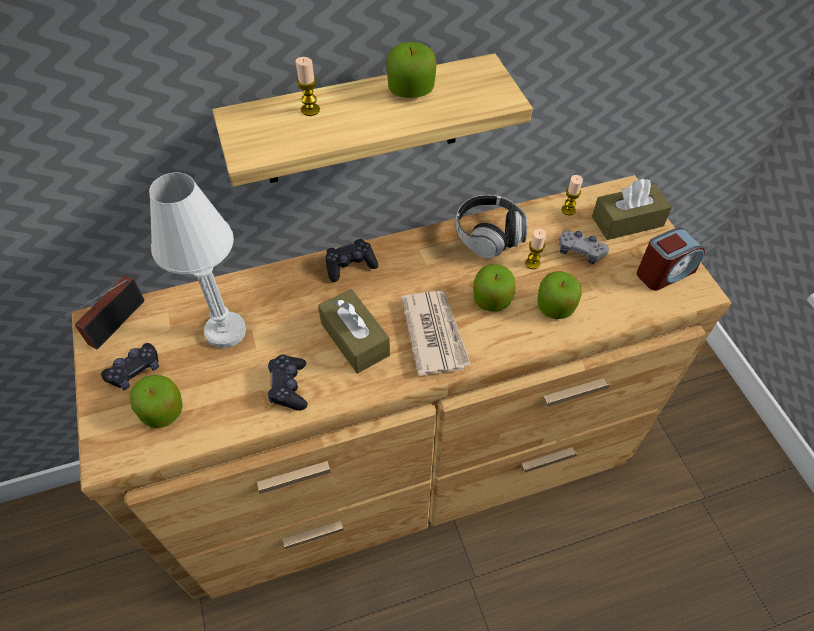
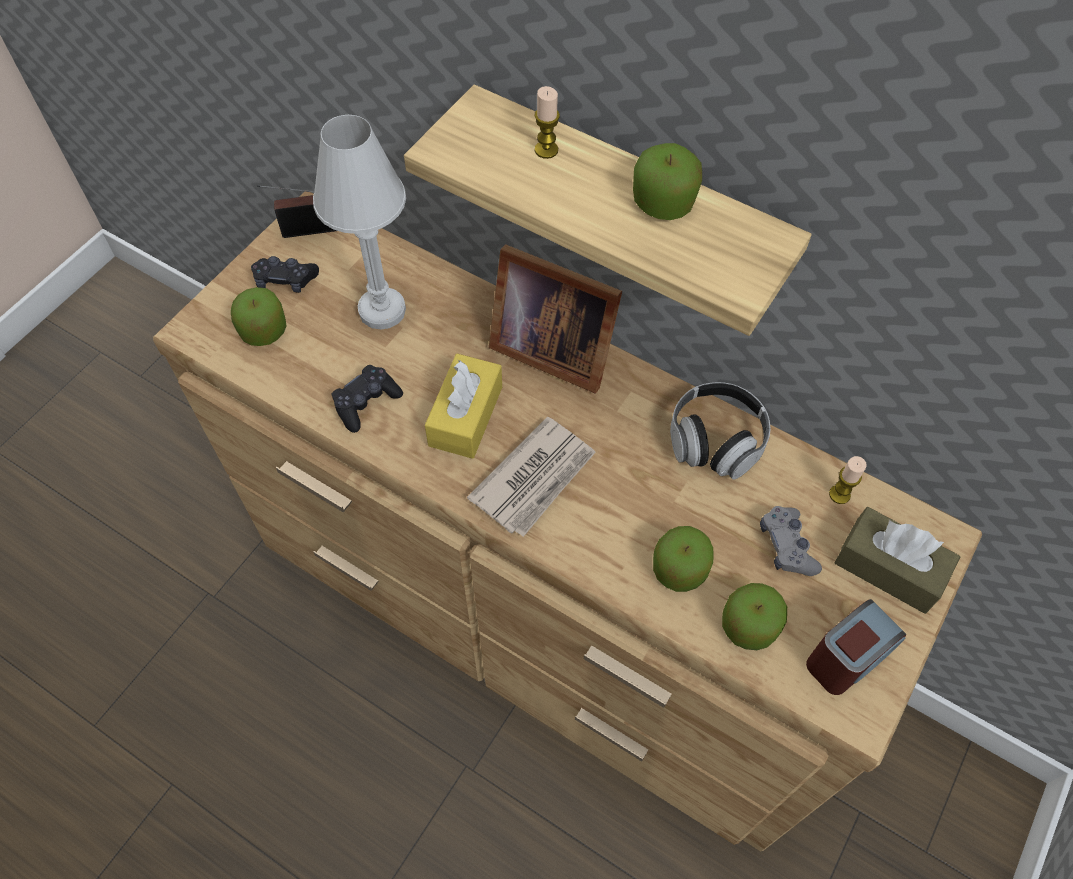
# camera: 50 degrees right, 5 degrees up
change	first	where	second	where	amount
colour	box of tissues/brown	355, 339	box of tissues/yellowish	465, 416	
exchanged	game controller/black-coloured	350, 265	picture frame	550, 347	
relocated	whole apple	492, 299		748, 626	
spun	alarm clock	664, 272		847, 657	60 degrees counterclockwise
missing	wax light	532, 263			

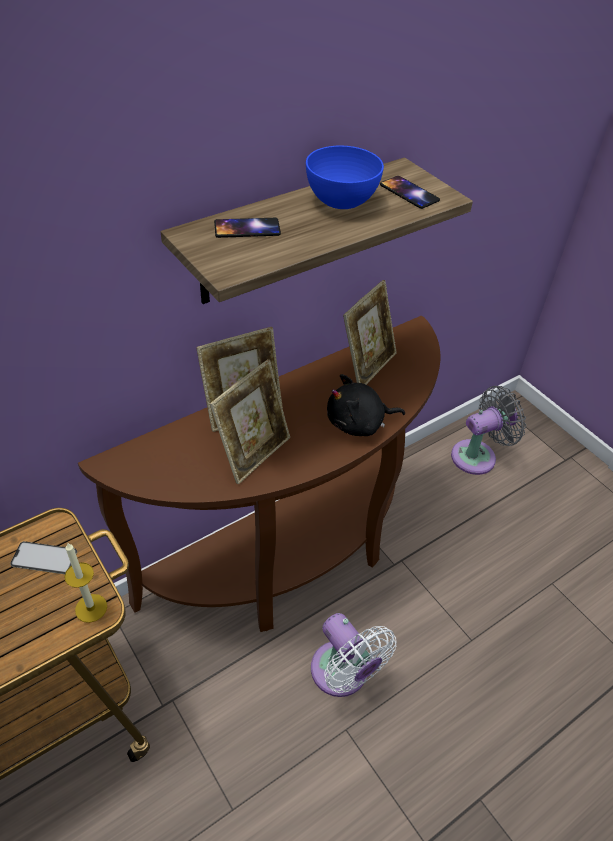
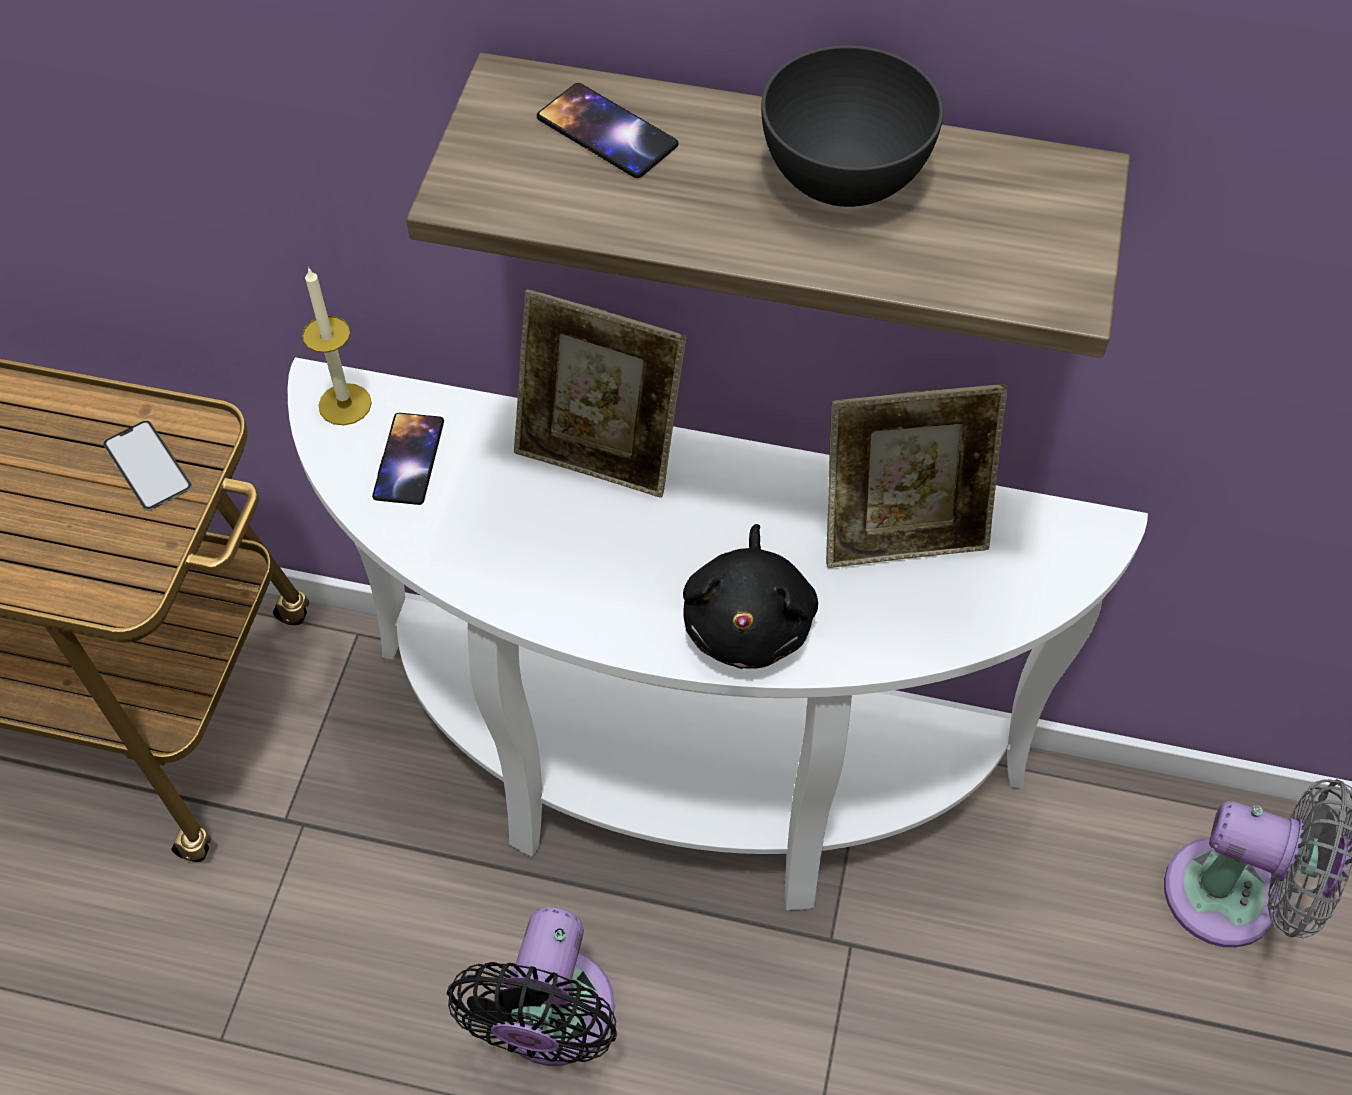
# camera: 50 degrees right, 10 degrees up
change	first	where	second	where	amount
colour	hall table/brown	292, 559	hall table/white	679, 781	
relocated	wax light	91, 608		345, 404	
relocated	telephone	409, 193		408, 459	
colour	fan/white	343, 674	fan/black-coloured	551, 1021	
spun	soft toy/black-coloured	358, 423		749, 621	120 degrees counterclockwise
colour	bowl/bluish	340, 201	bowl/greyish	843, 176	
missing	picture frame	253, 452			

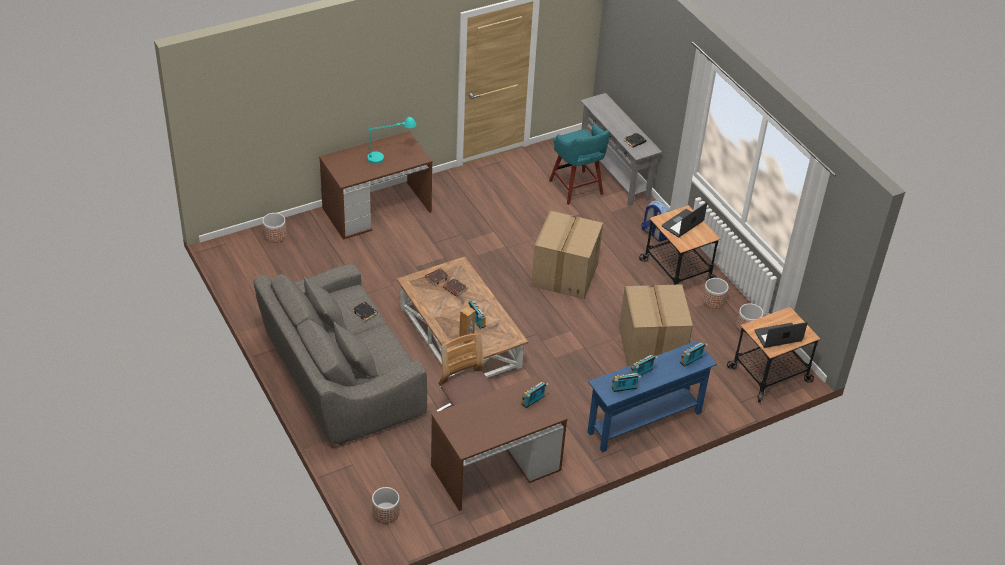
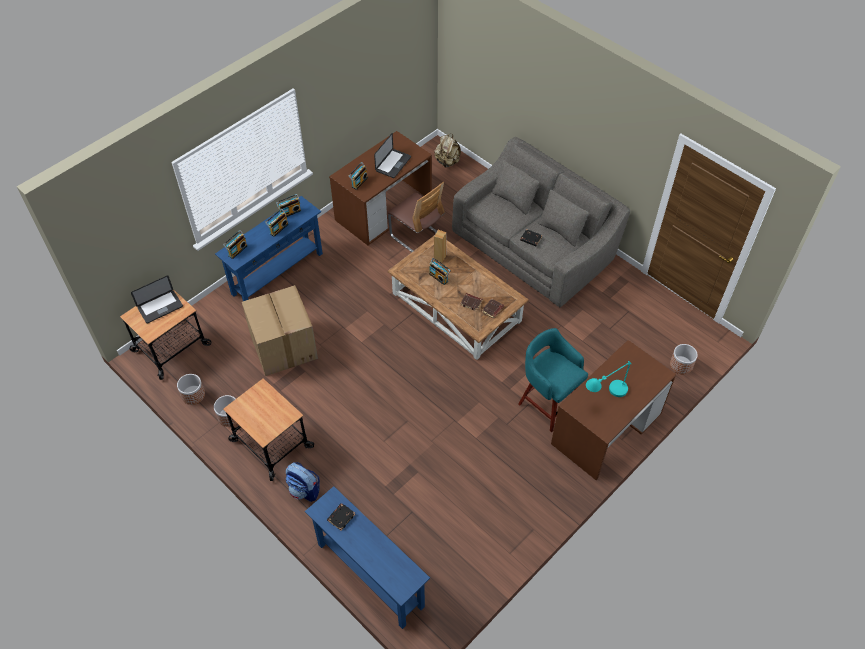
# camera: 165 degrees right, 10 degrees up
change	first	where	second	where	amount
colour	hall table/greyish	614, 174	hall table/bluish	370, 575	
relocated	portable computer	682, 224		393, 164	
exchanged	plant pot	385, 513	backpack/beige	447, 162	
relocated	stool/blue-green	576, 188		548, 403	
missing	cardboard box	564, 274			

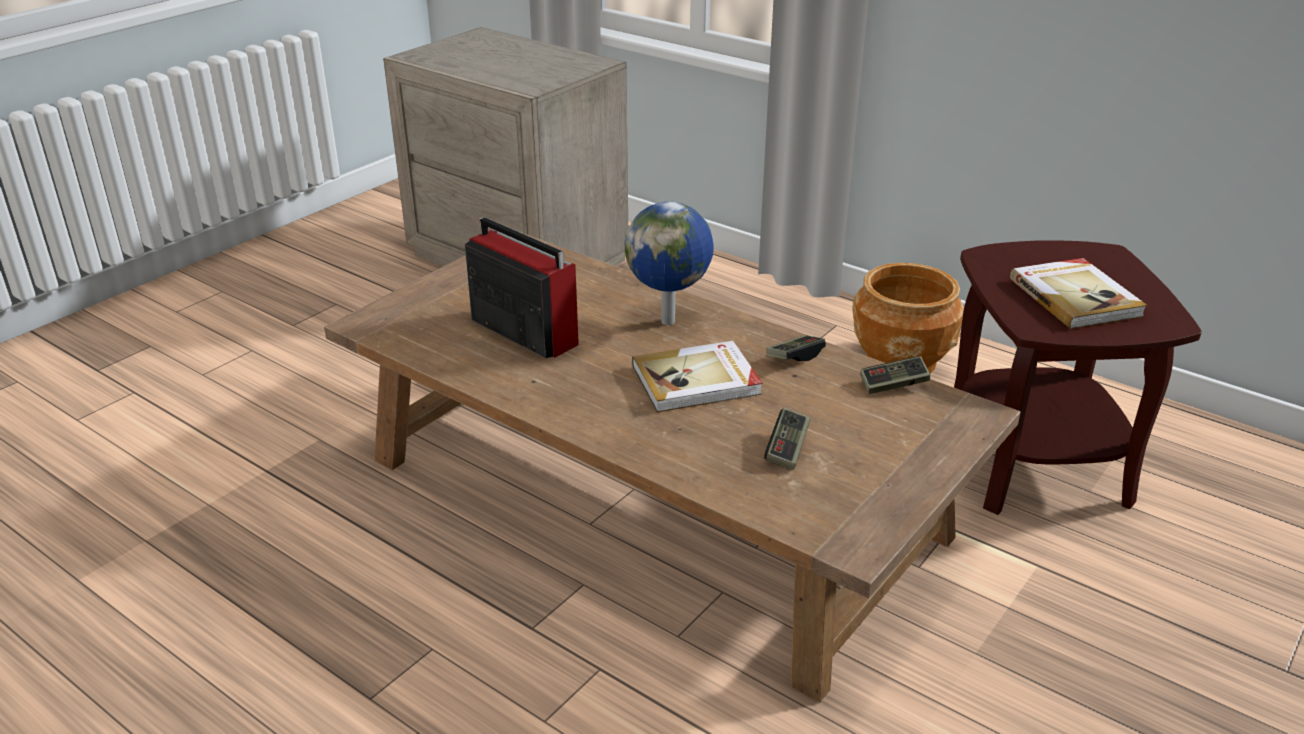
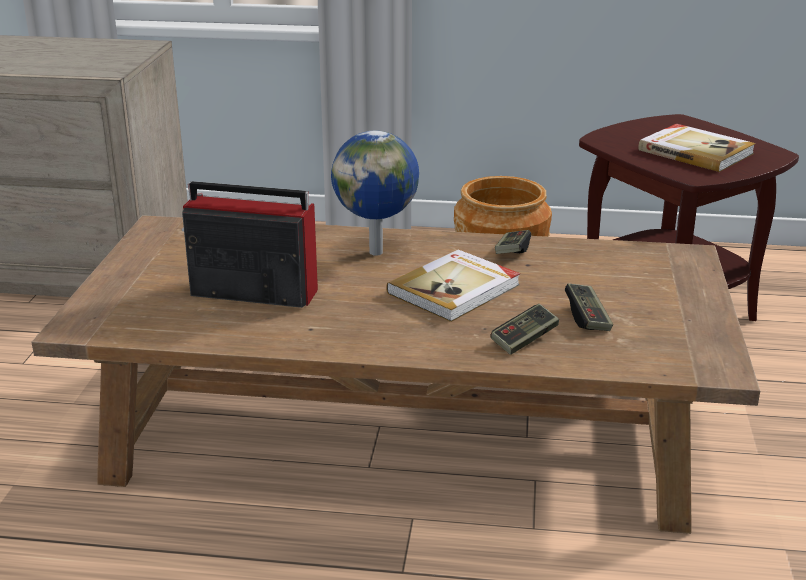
# camera: 30 degrees left, 5 degrees down
change	first	where	second	where	amount
relocated	game controller	893, 385		524, 339	

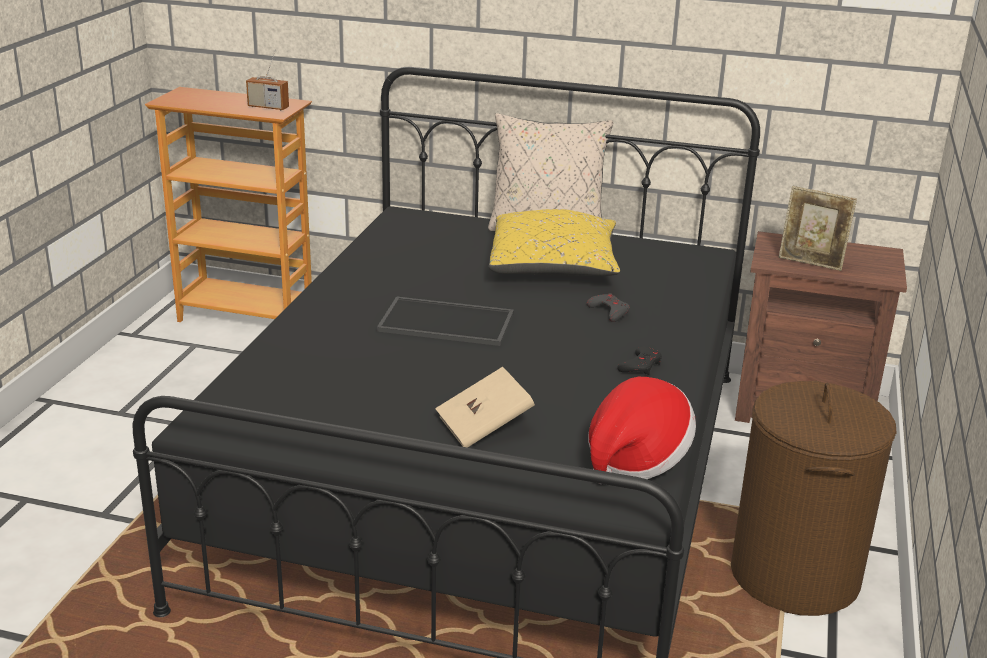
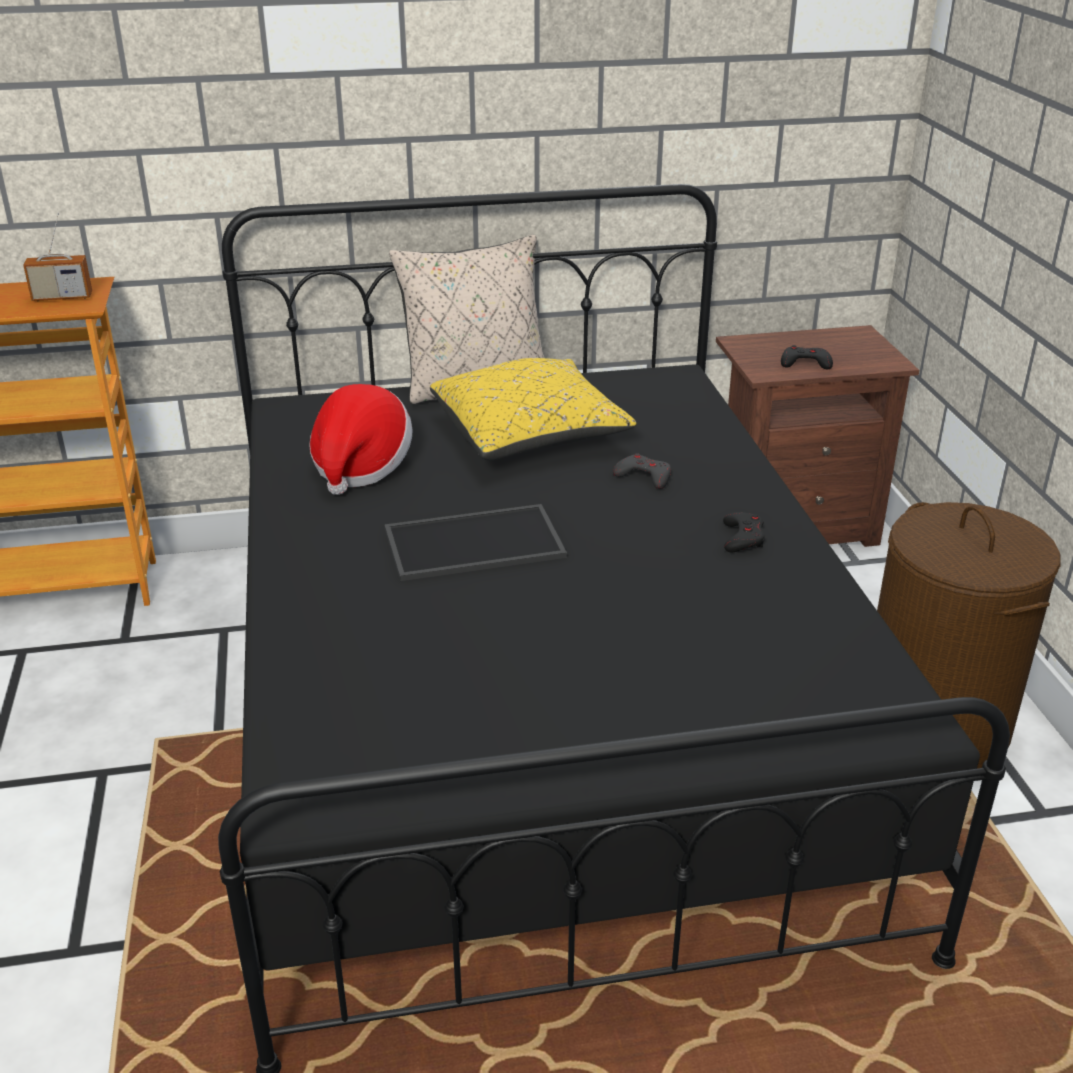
# camera: 25 degrees left, 5 degrees up
change	first	where	second	where	amount
relocated	hat	635, 459		361, 467	
exchanged	picture frame	811, 263	game controller/black-coloured	805, 363	
missing	volume/beige	484, 426			

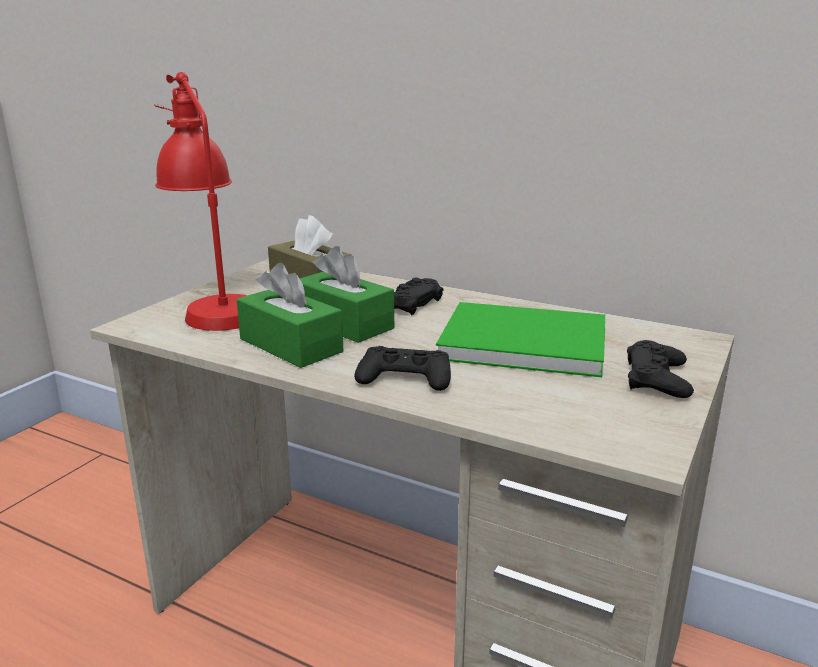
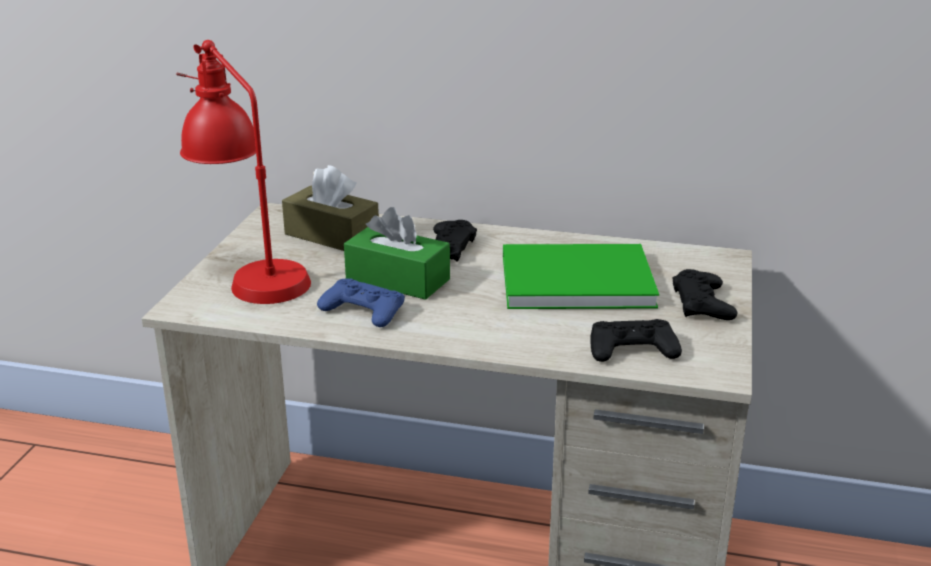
# camera: 15 degrees left, 5 degrees up
change	first	where	second	where	amount
exchanged	box of tissues/green-coloured	290, 345	game controller/bluish	363, 310	
relocated	game controller/black-coloured	405, 378		632, 349	

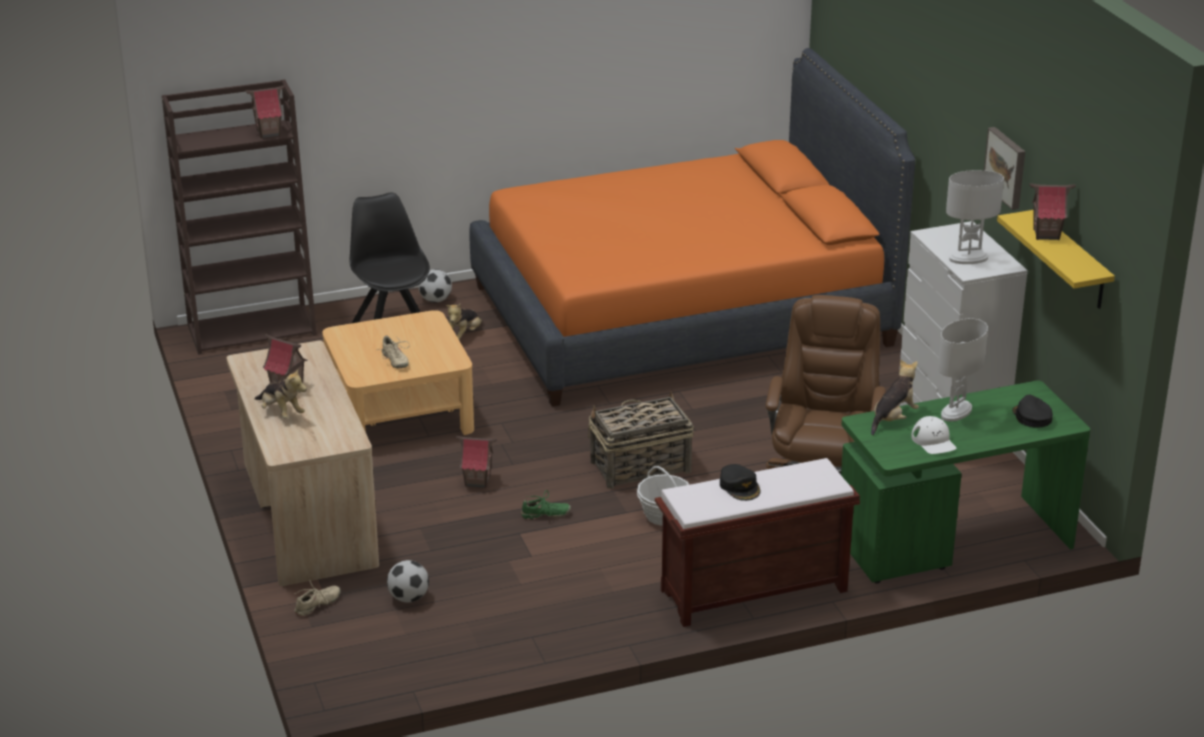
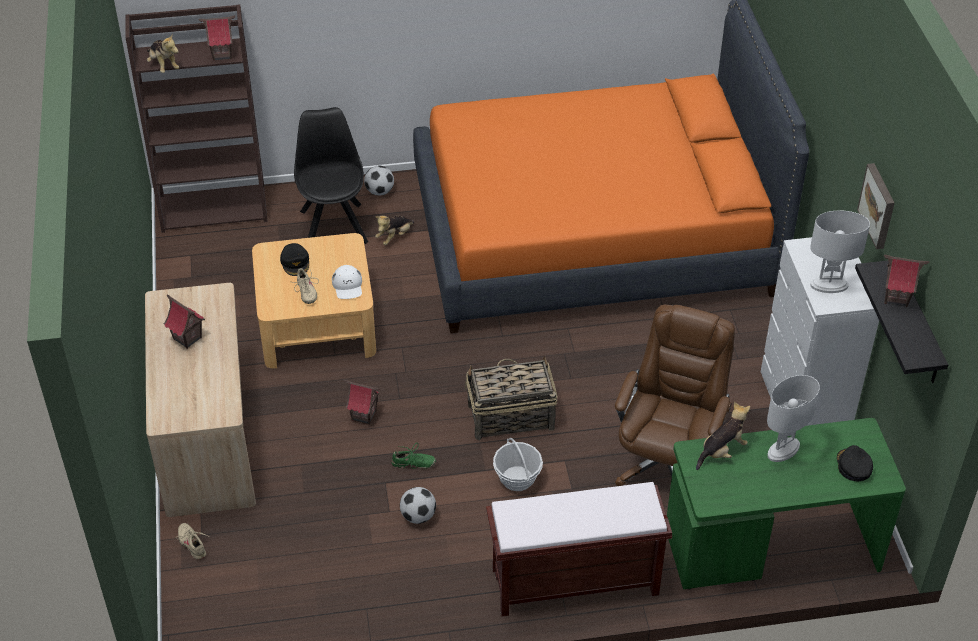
# camera: 10 degrees right, 15 degrees up
change	first	where	second	where	amount
relocated	soft toy	281, 412		163, 65	
spun	shoe/beige	318, 605		192, 544	90 degrees counterclockwise
relocated	baseball cap/black-coloured	740, 487		295, 262	
relocated	baseball cap/white	933, 441		348, 286	
relocated	football ball	408, 598		418, 516	
colour	shelf/yellowish	1071, 261	shelf/black-coloured	917, 325	

